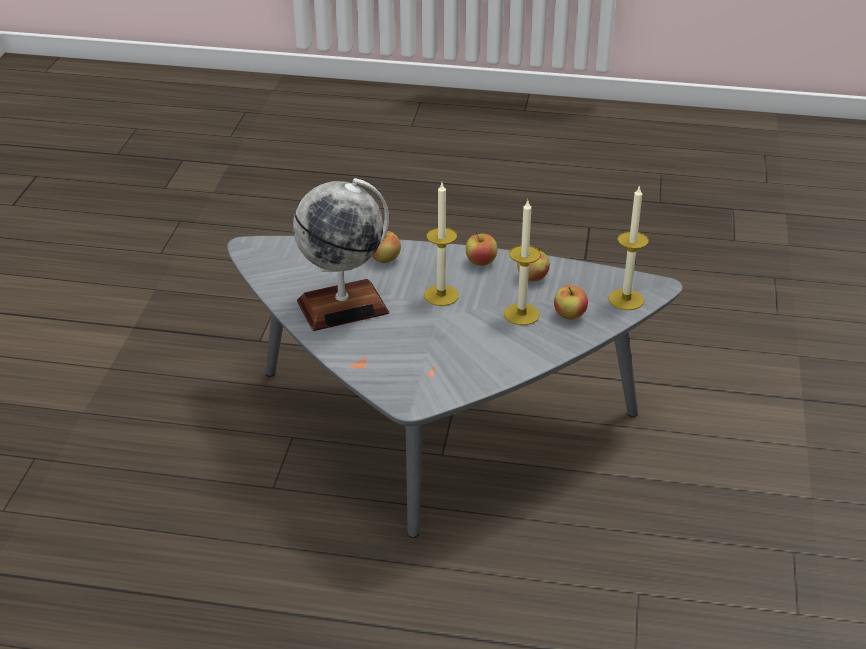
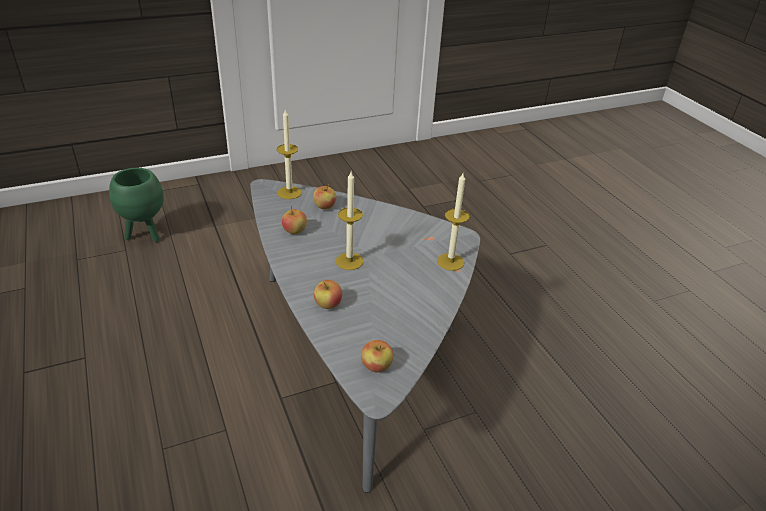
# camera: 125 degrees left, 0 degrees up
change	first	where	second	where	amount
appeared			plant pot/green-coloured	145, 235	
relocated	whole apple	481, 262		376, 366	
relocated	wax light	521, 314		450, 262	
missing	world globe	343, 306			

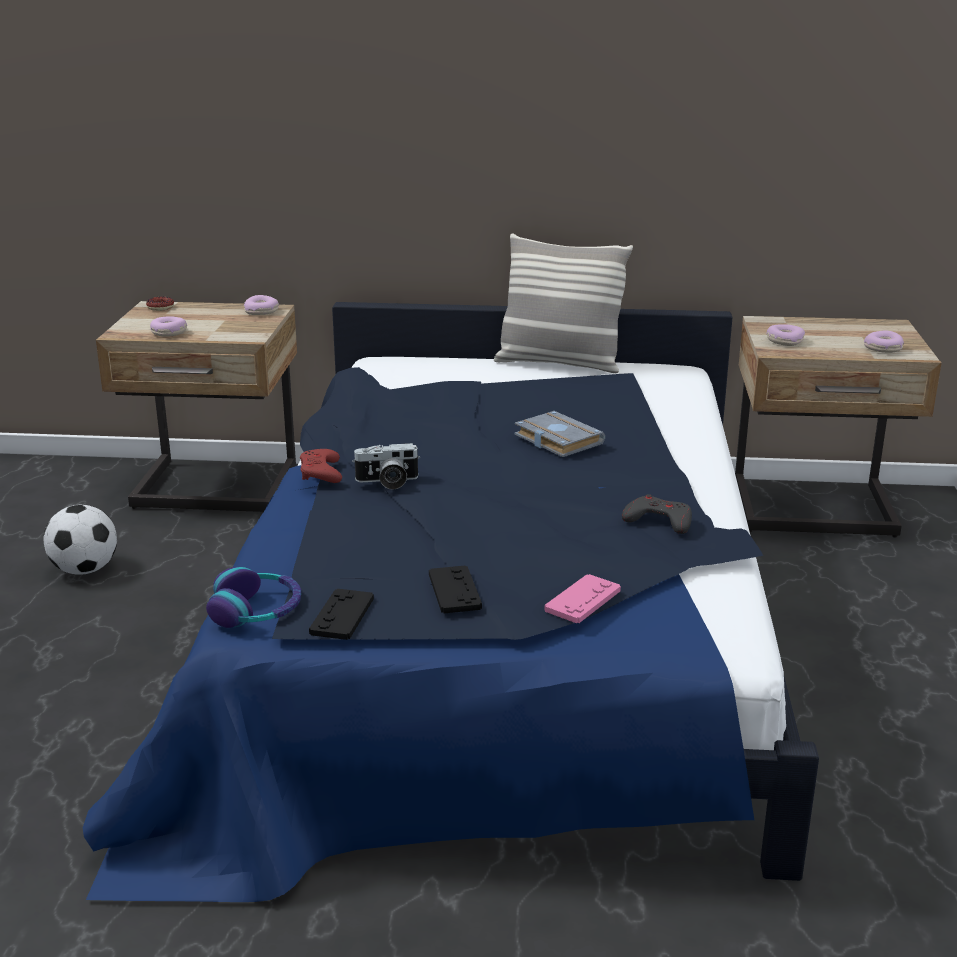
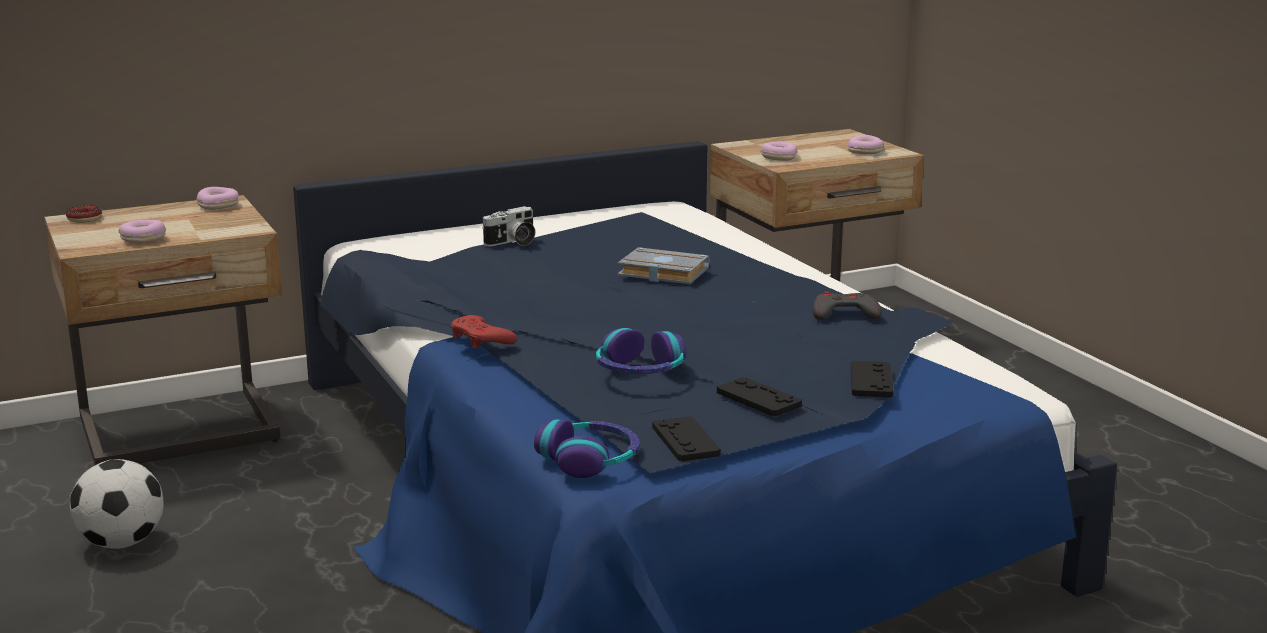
# camera: 30 degrees left, 5 degrees down
change	first	where	second	where	amount
relocated	photo camera	387, 482		512, 242	
appeared			pair of headphones	639, 370	
colour	game controller/pink-coloured	582, 600	game controller/black-coloured	871, 381	
missing	throw pillow	559, 363			

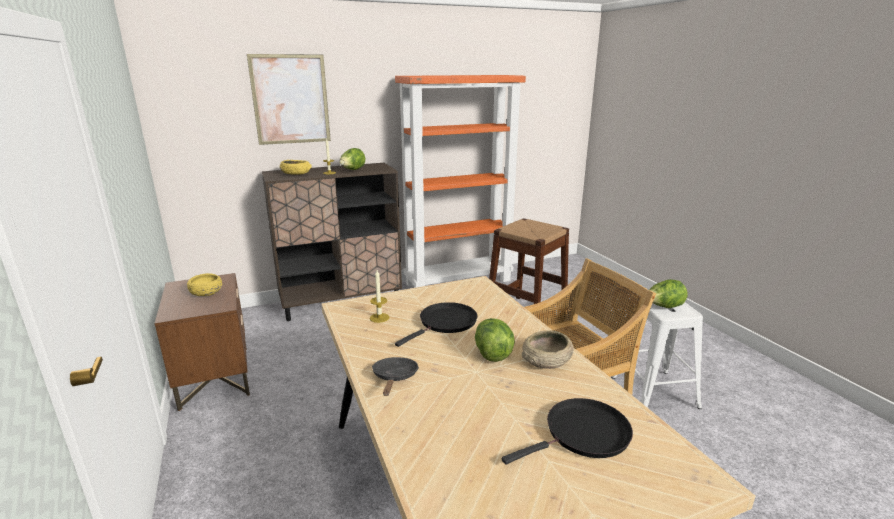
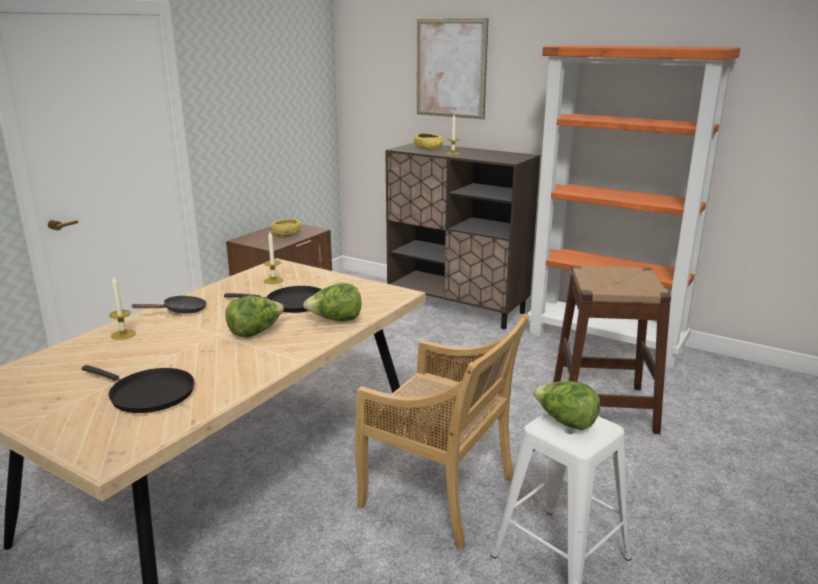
# camera: 55 degrees right, 0 degrees up
change	first	where	second	where	amount
appeared			wax light	123, 334	
relocated	lettuce head	352, 170		335, 320	
missing	bowl/beige	547, 360			

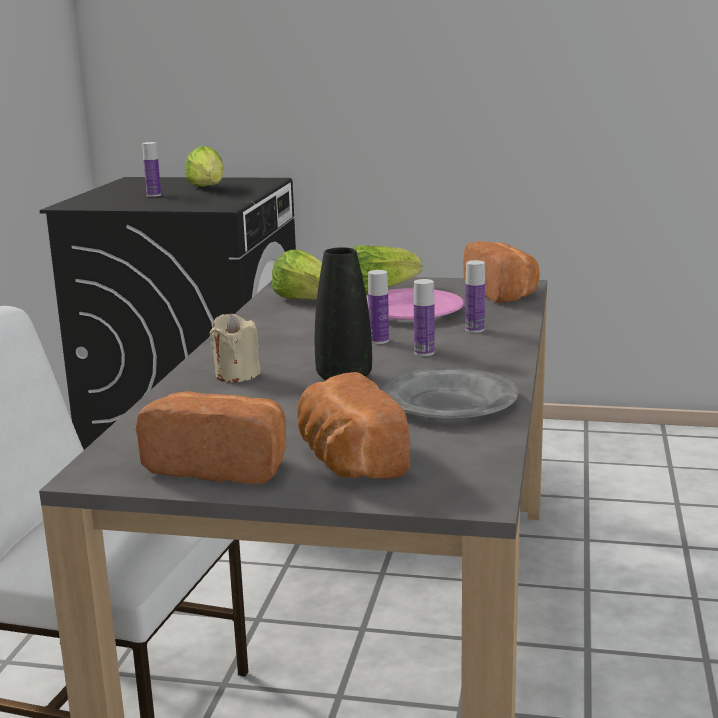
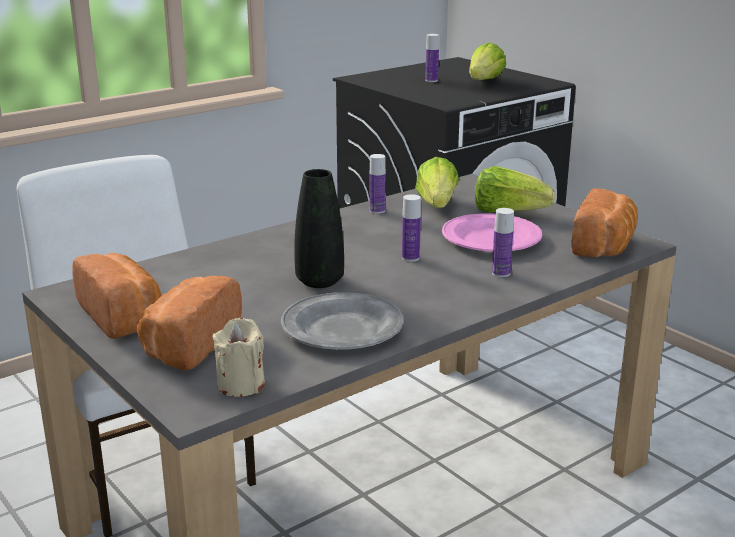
# camera: 40 degrees right, 5 degrees up
change	first	where	second	where	amount
relocated	wax light/beige	237, 375		241, 385	
relocated	drink bottle	424, 353		377, 211	

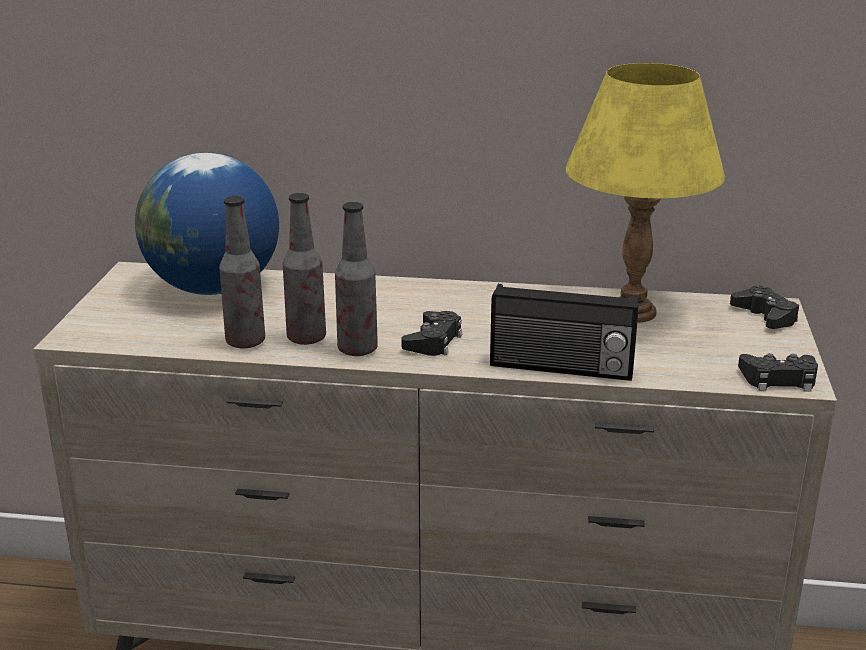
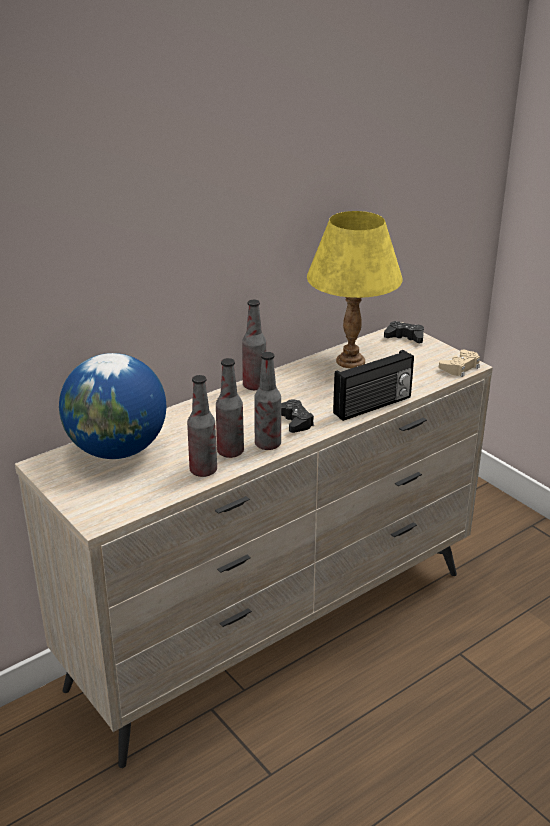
# camera: 45 degrees left, 5 degrees up
change	first	where	second	where	amount
appeared			drink bottle	254, 386	
colour	game controller/black-coloured	779, 379	game controller/beige	460, 367	

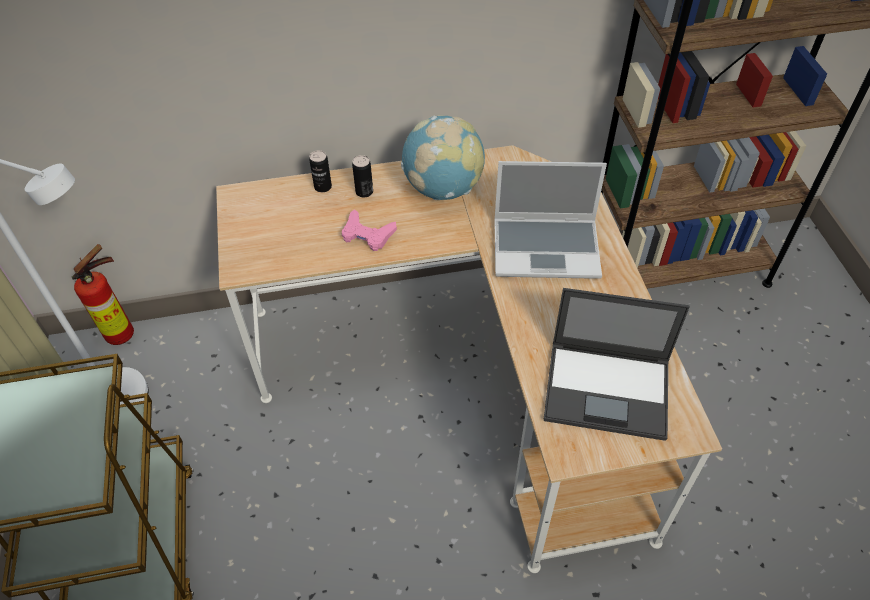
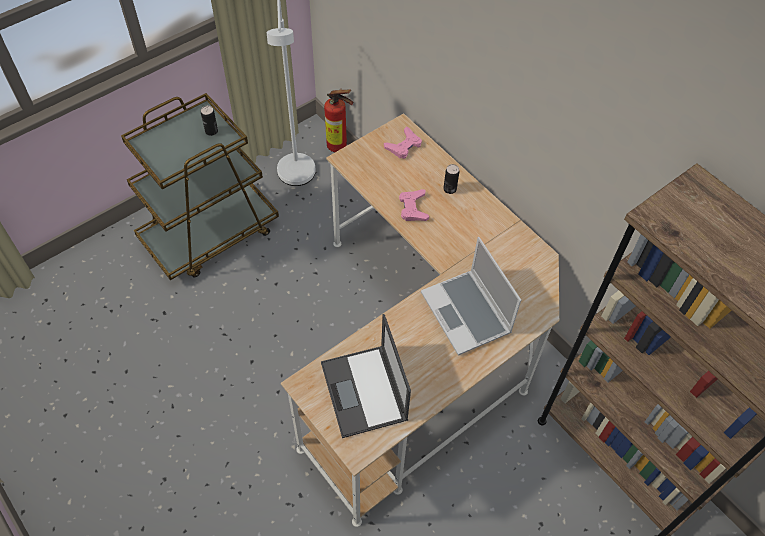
# camera: 60 degrees right, 5 degrees up
change	first	where	second	where	amount
relocated	can	323, 187		211, 131	
appeared			game controller/pink-coloured	404, 146	
missing	world globe	443, 189			

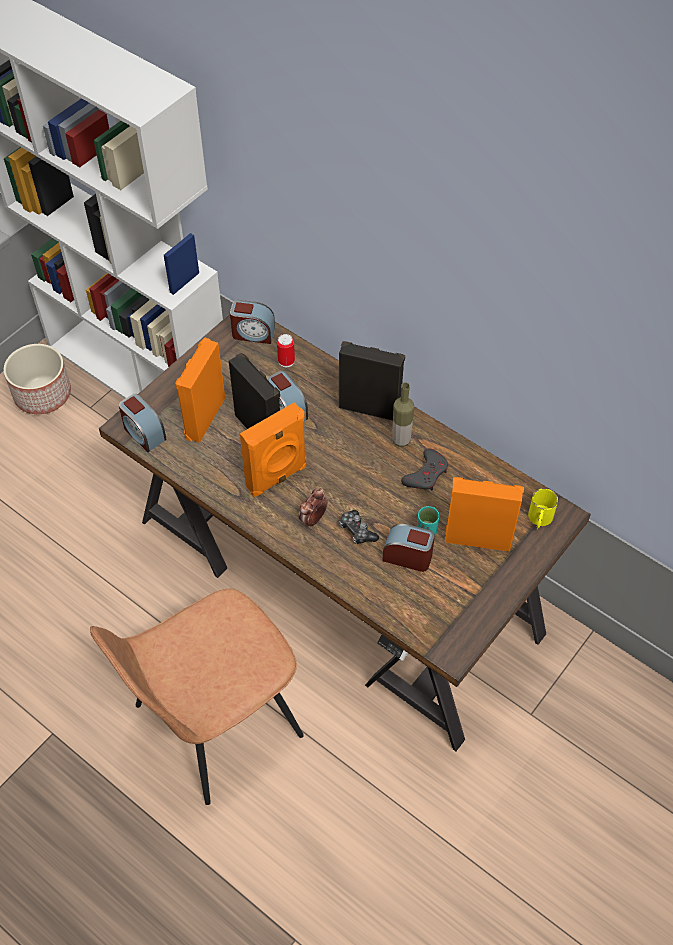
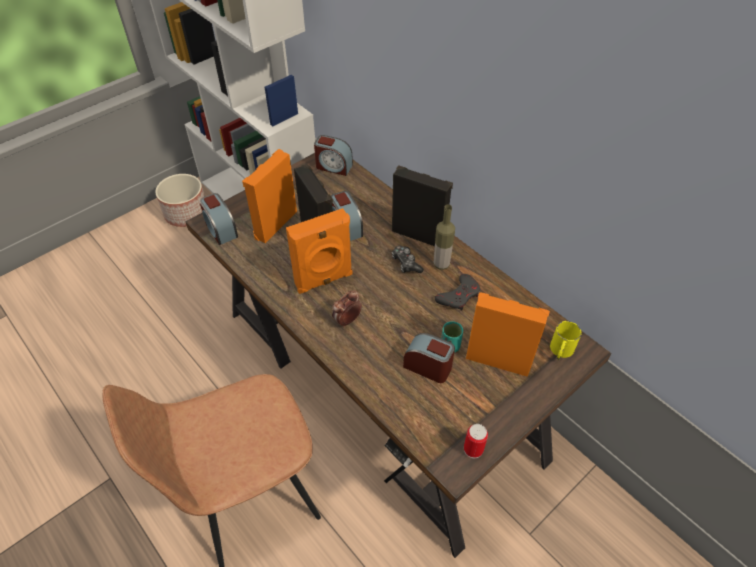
# camera: 10 degrees right, 5 degrees down
change	first	where	second	where	amount
relocated	game controller	357, 531		406, 263	
relocated	can	286, 361		473, 449	

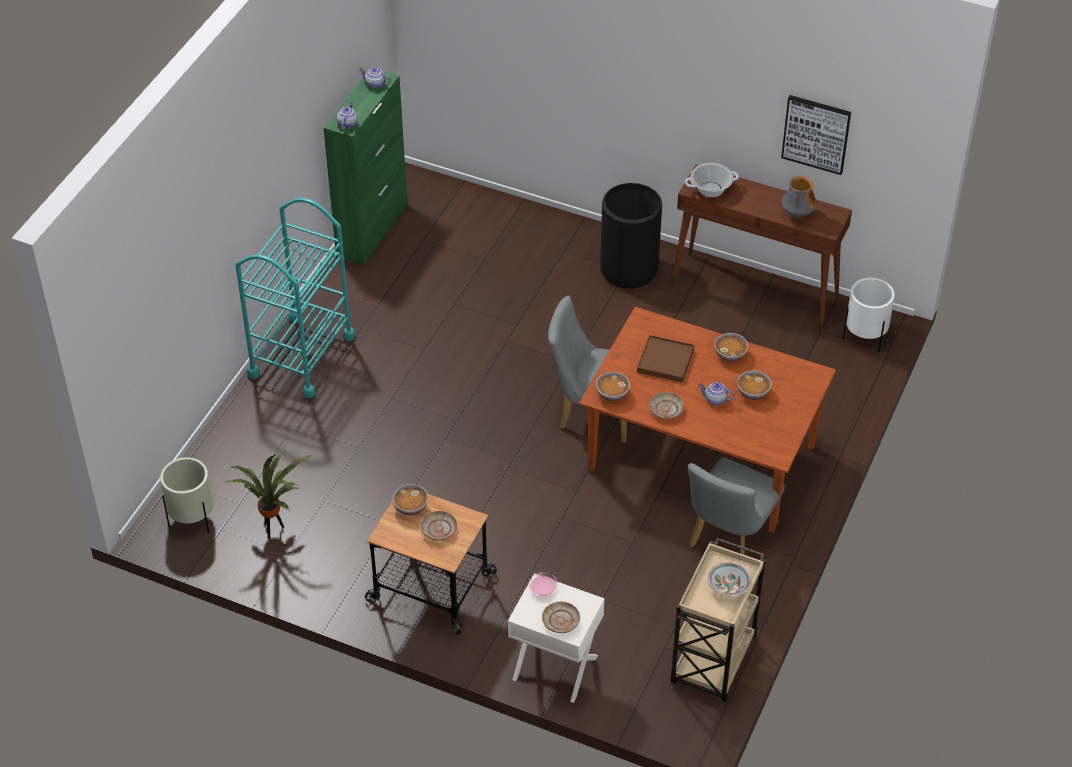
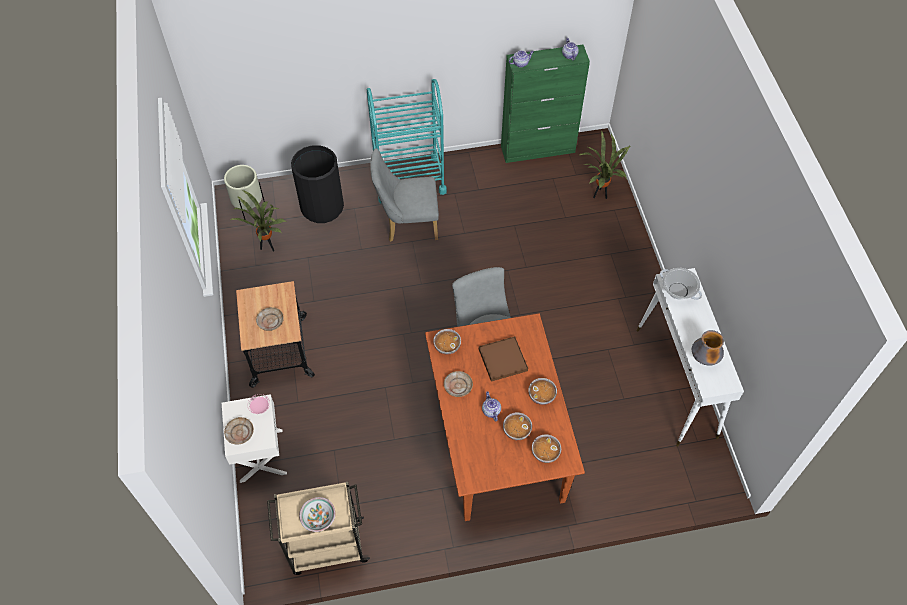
# camera: 55 degrees right, 10 degrees up
change	first	where	second	where	amount
relocated	waste bin/black-coloured	629, 269		322, 207	
relocated	chair/greyish	728, 539		407, 224	
relocated	bowl	410, 507		545, 453	
appeared			plant in a pot	599, 195	
colour	hall table/brown	755, 292	hall table/white	676, 383	
missing	picture	816, 133			
missing	plant pot/white	864, 338			

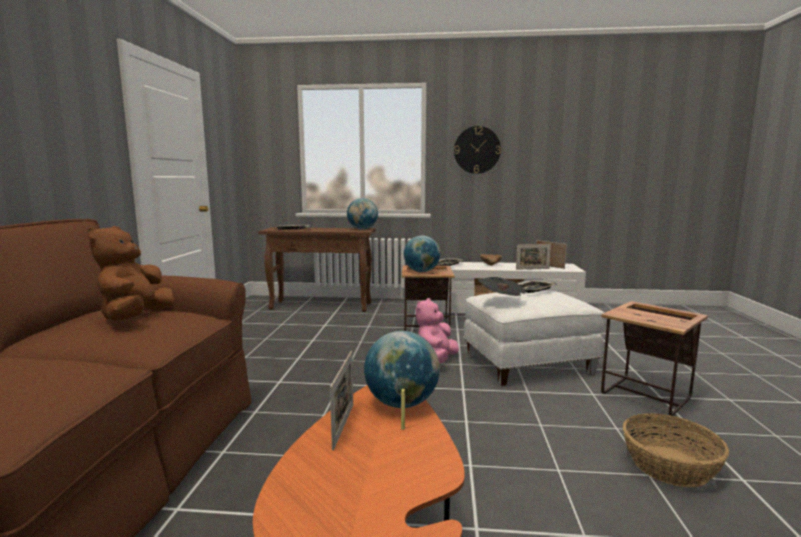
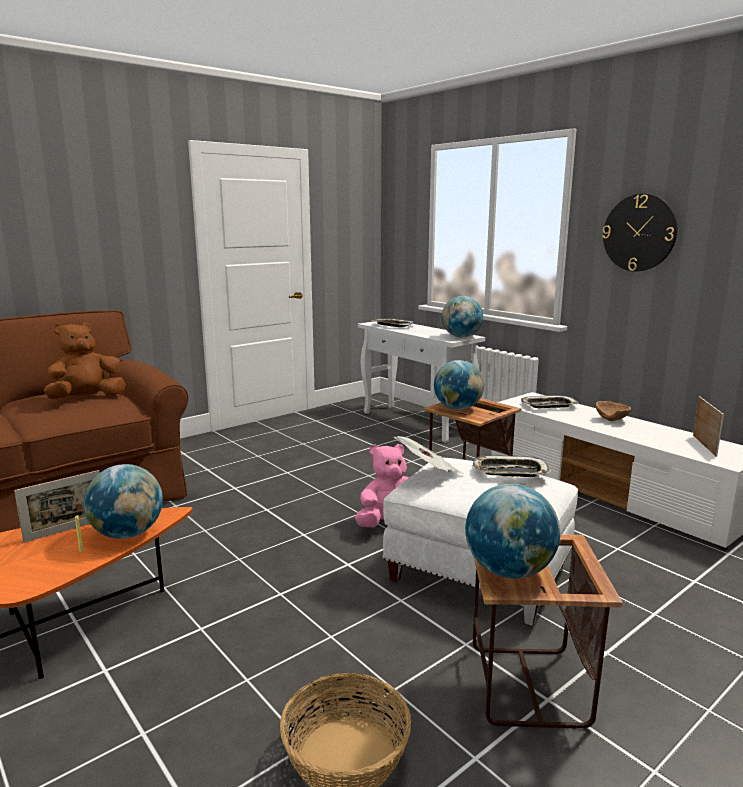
# camera: 45 degrees right, 5 degrees up
change	first	where	second	where	amount
colour	hall table/brown	322, 306	hall table/white	416, 423	
appeared			world globe	509, 571	
missing	picture frame	532, 269			

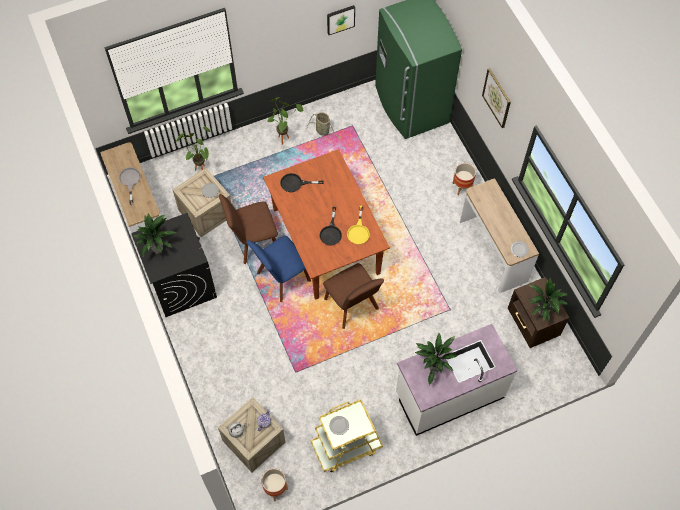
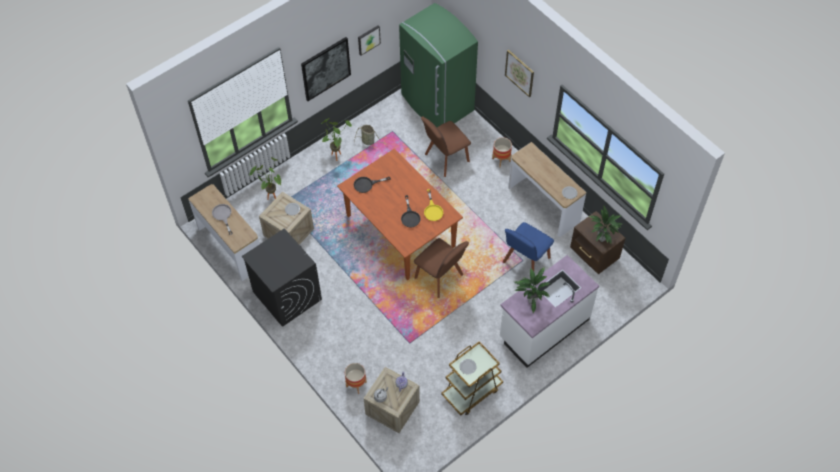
# camera: 15 degrees left, 5 degrees down
change	first	where	second	where	amount
appeared			picture	325, 68	
relocated	plant pot	275, 489		356, 384	
relocated	chair/brown	253, 242		445, 159	
colour	cart/yellowish	346, 446	cart/brown	471, 391	
relocated	chair/bluish	281, 279		525, 262	
missing	plant in a pot	158, 249			

